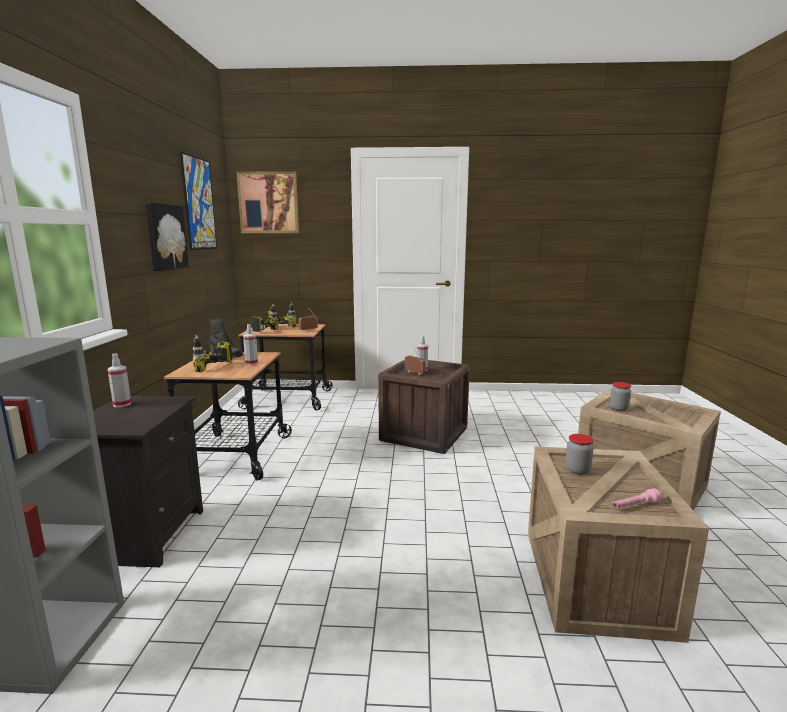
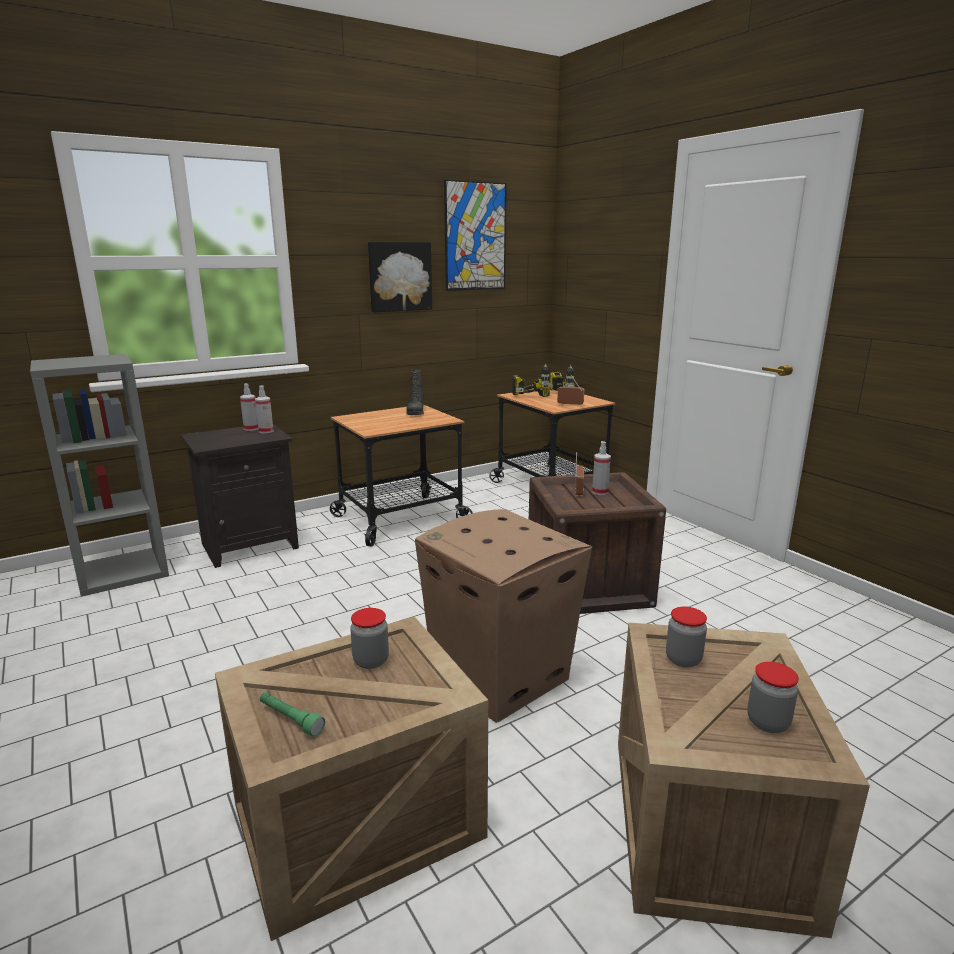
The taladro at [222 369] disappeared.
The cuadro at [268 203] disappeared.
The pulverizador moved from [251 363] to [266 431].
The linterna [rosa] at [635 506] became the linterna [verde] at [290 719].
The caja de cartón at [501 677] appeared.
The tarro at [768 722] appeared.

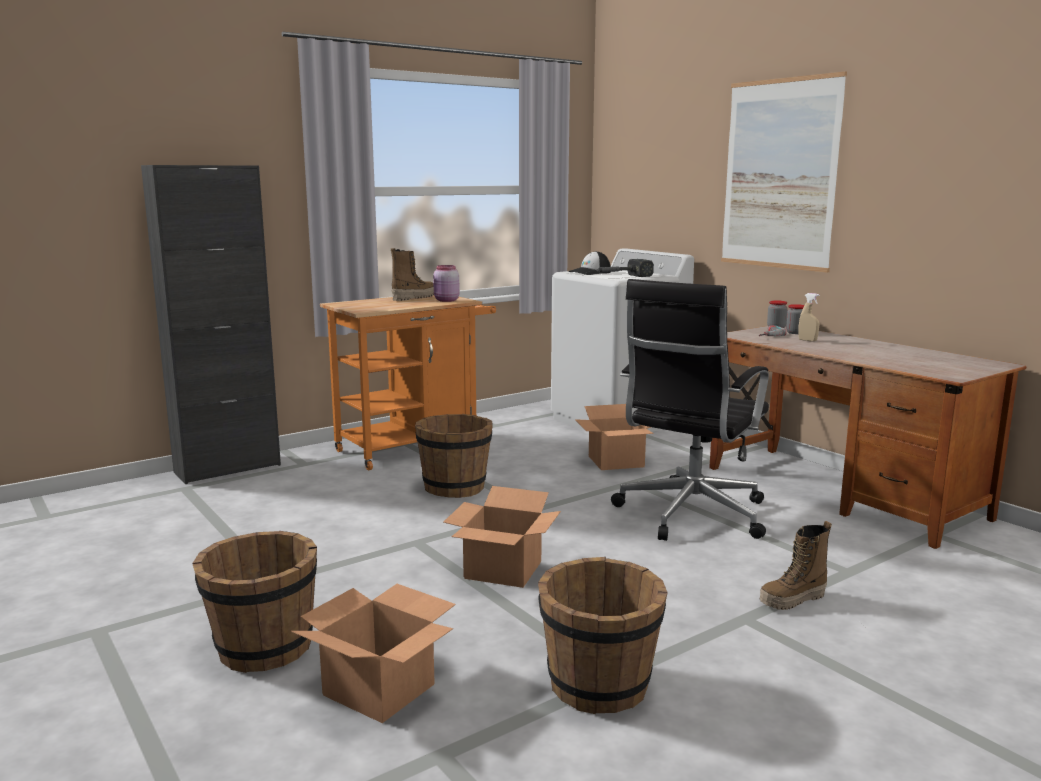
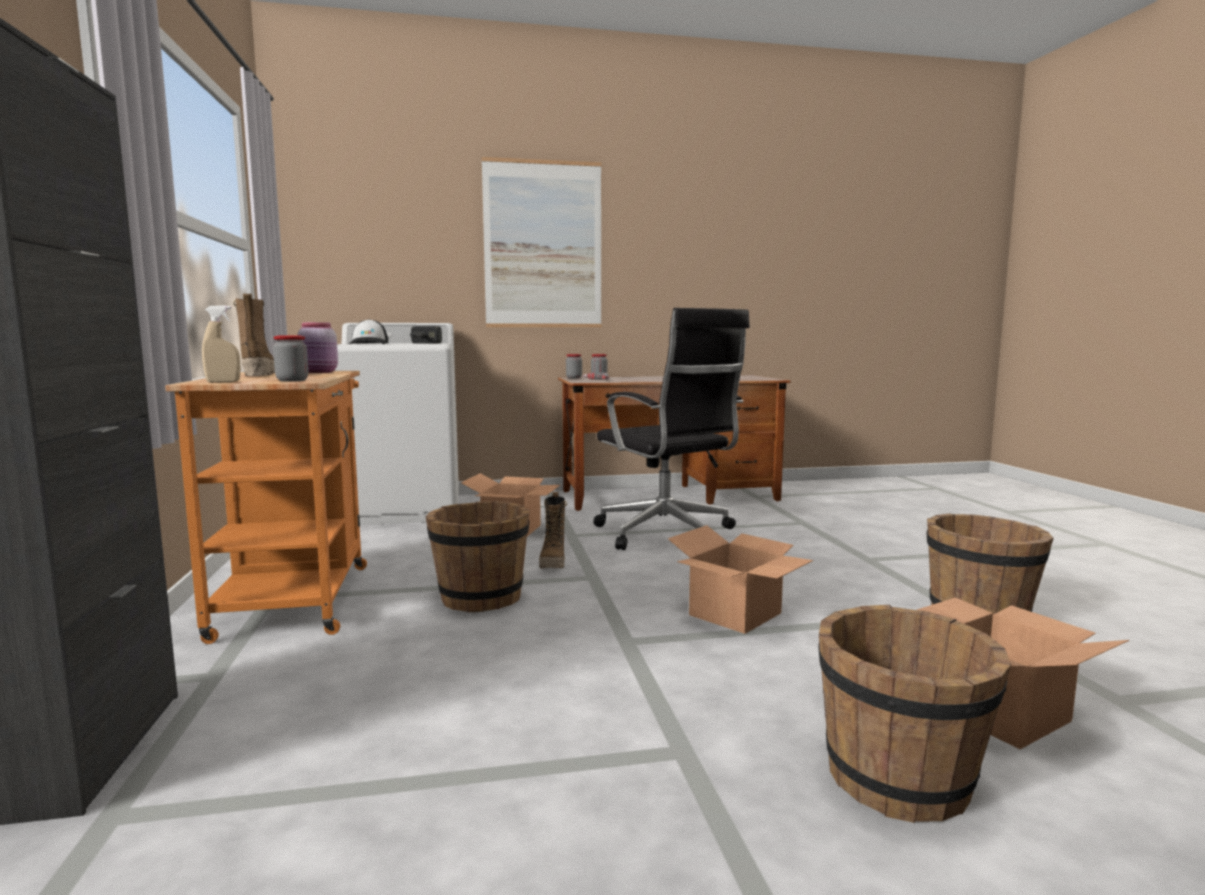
The bota moved from [792 600] to [553 562].
The pulverizador [beis] moved from [807 340] to [223 382].
The tarro at [292 380] appeared.

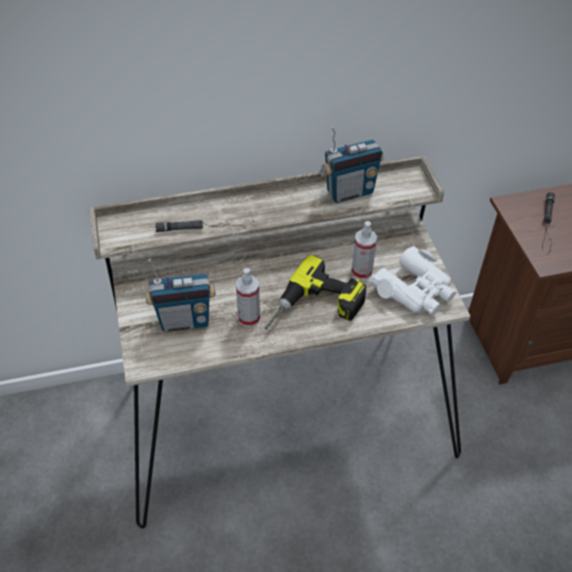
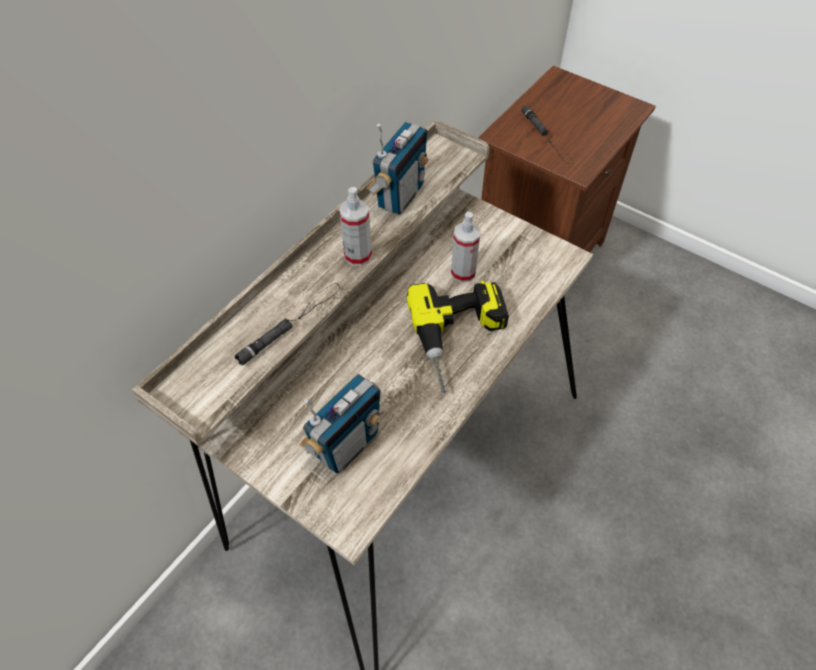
The pulverizador moved from [249 318] to [358 256].
The prismáticos [blanco] at [415 290] disappeared.

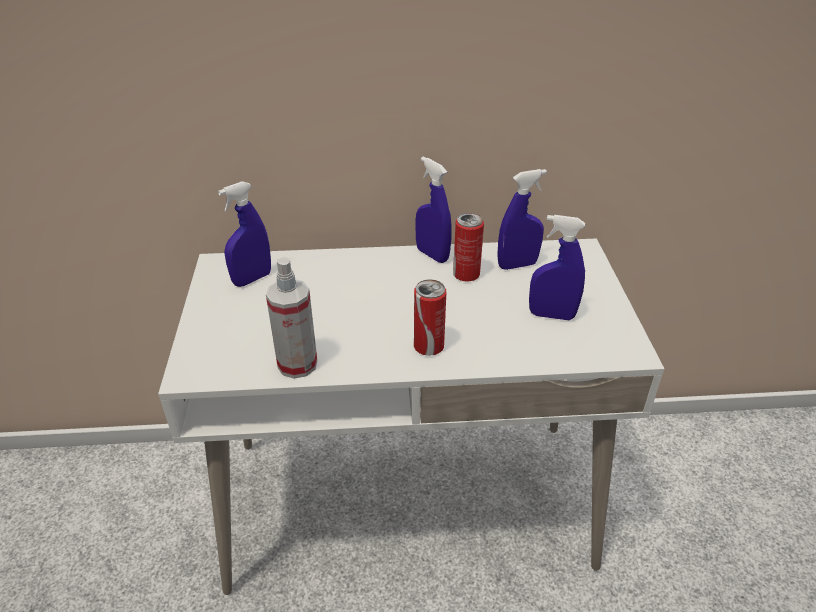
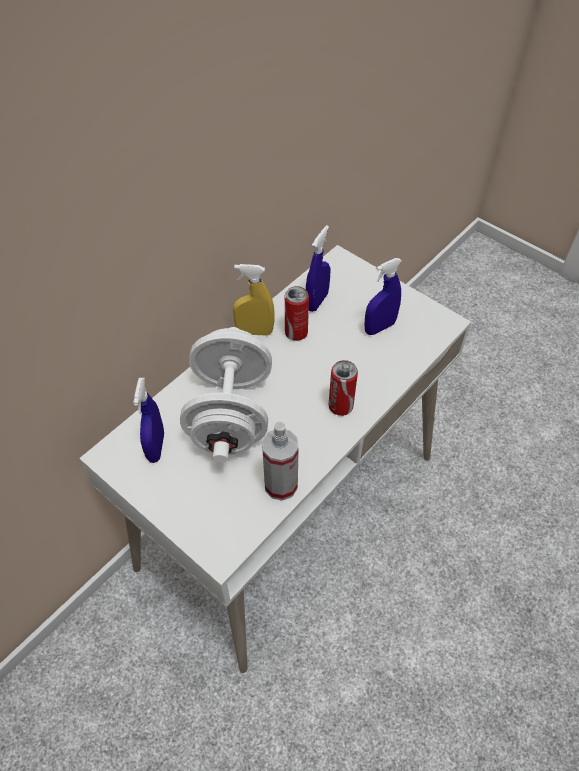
The pulverizador [azul] at [432 255] became the pulverizador [amarillo] at [254 331].
The mancuerna [blanco] at [230 414] appeared.

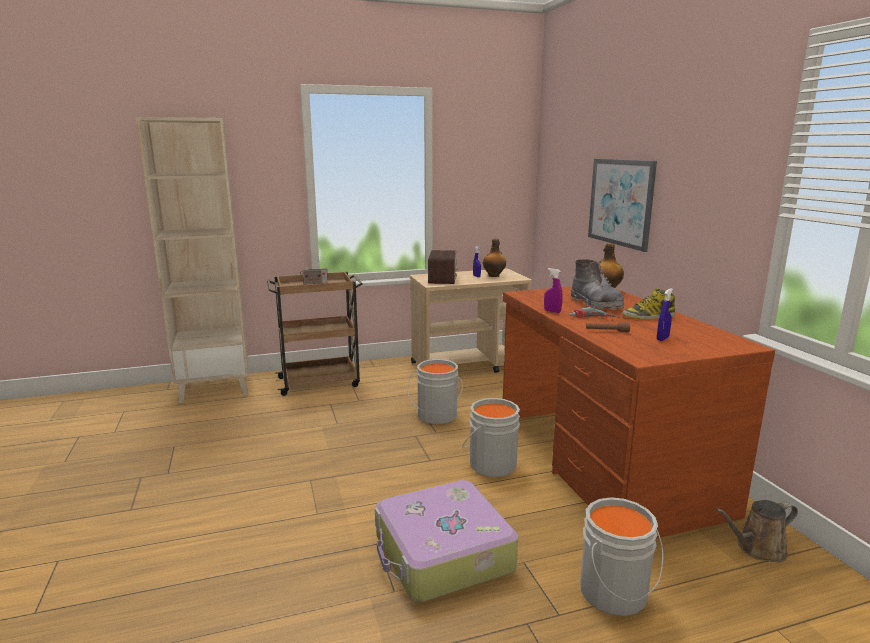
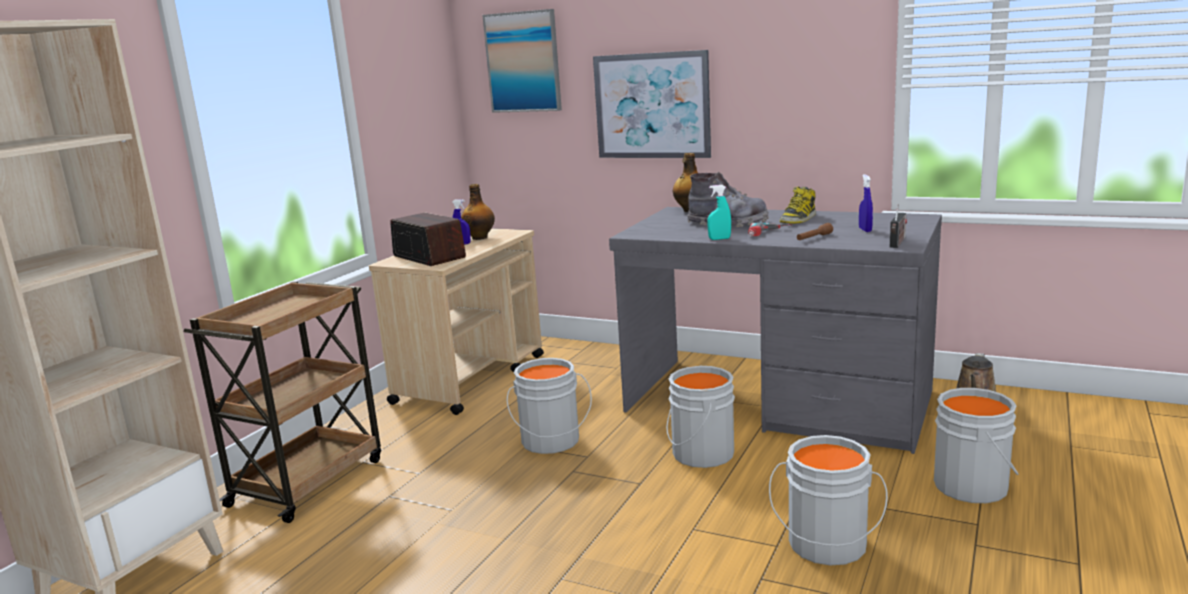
The radio moved from [314 283] to [897 243].
The maleta at [442 554] was replaced by the cubo [gris] at [826 546].
The escritorio [marrón] at [603 462] became the escritorio [gris] at [778 402].
The pulverizador [morado] at [552 311] became the pulverizador [turquesa] at [719 239].
The cuadro at [523 62] appeared.

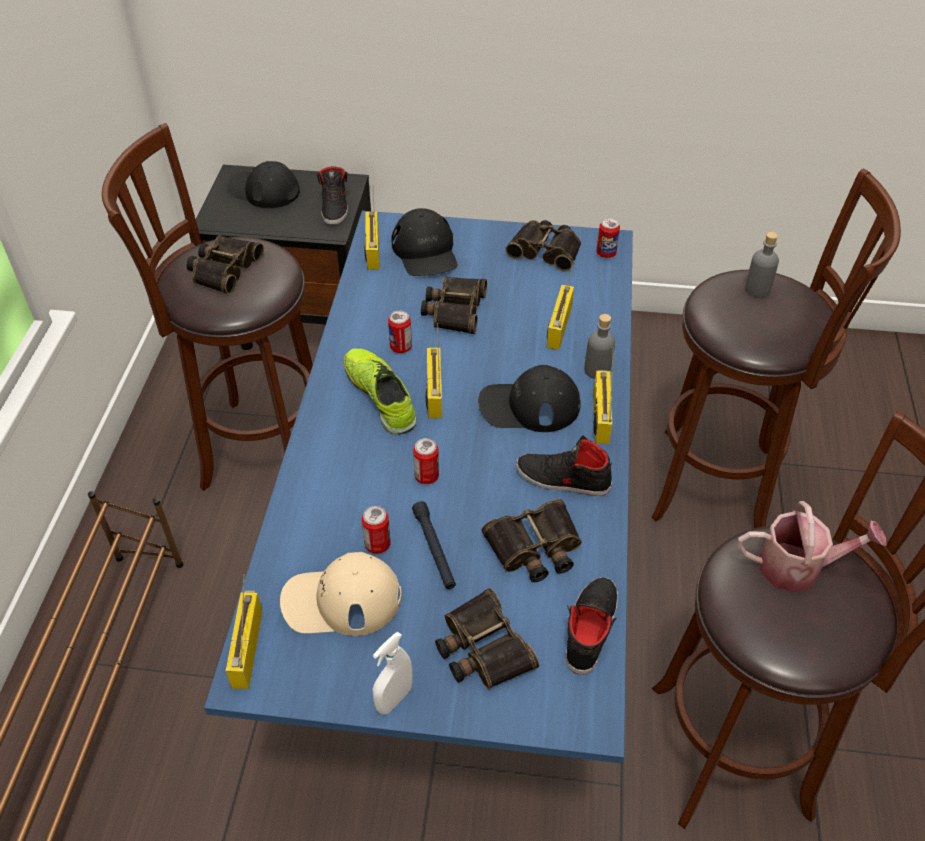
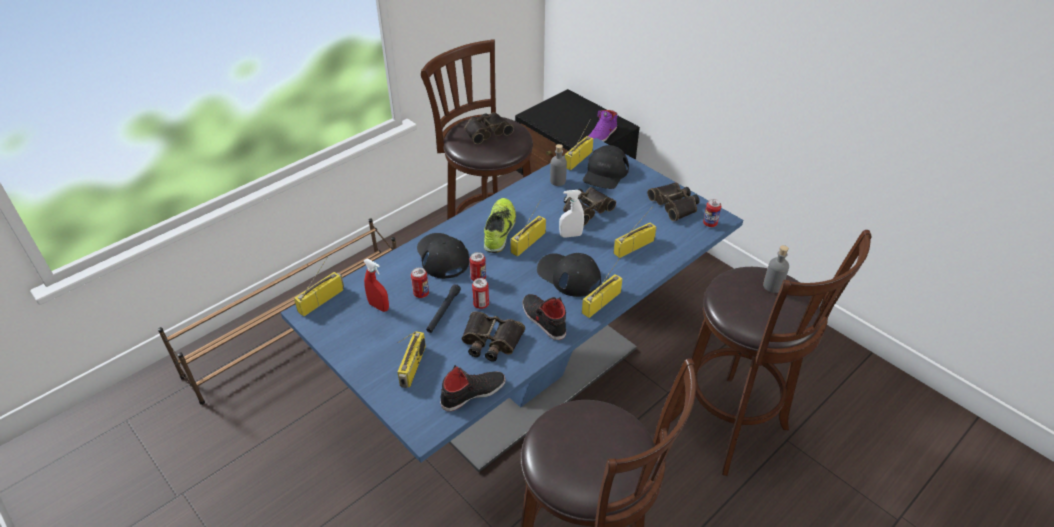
The gorra [negro] moved from [263 190] to [442 257].
The gorra [beis] at [341 600] was replaced by the pulverizador [rojo] at [379 306].
The zapato [negro] at [335 207] became the zapato [morado] at [602 135].
The pulverizador [blanco] moved from [394 699] to [570 235].
The lata moved from [401 347] to [481 304].
The prismáticos at [482 648] was replaced by the radio at [413 367].
The botella [gris] moved from [597 370] to [558 181].
The regadera at [798 567] disappeared.

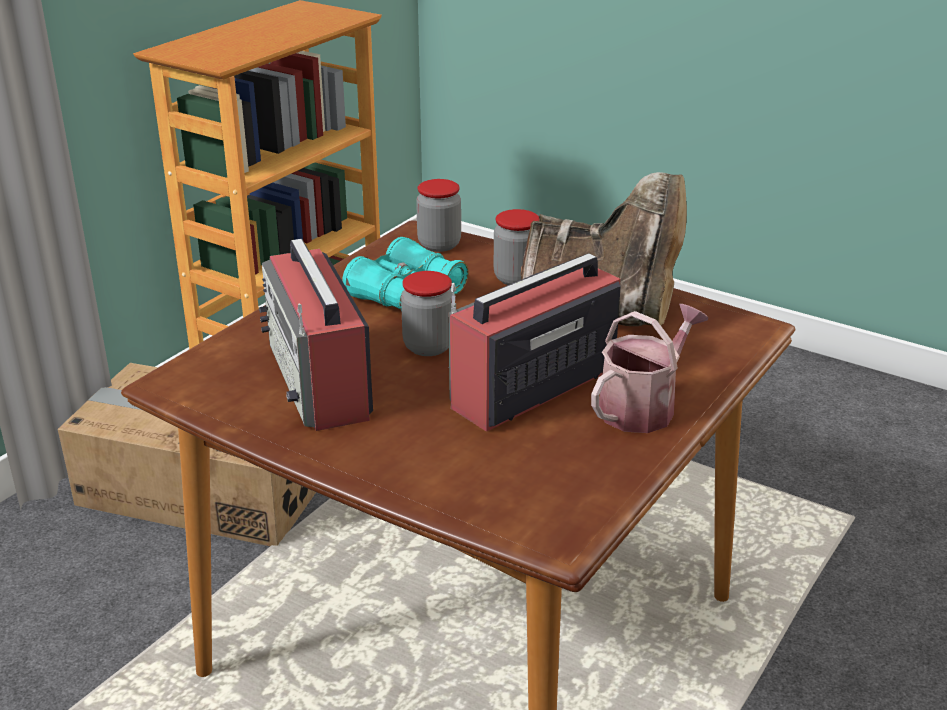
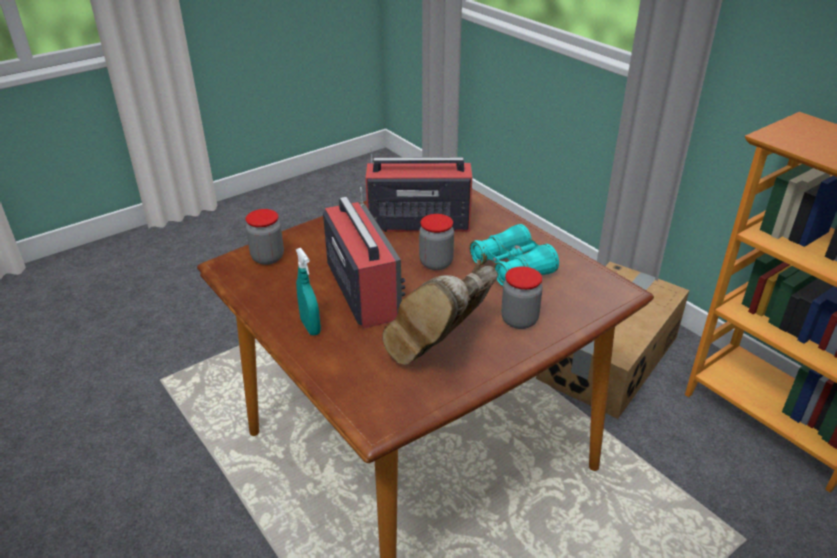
The tarro moved from [439 244] to [268 257].
The regadera at [643 407] was replaced by the pulverizador [turquesa] at [310 327].

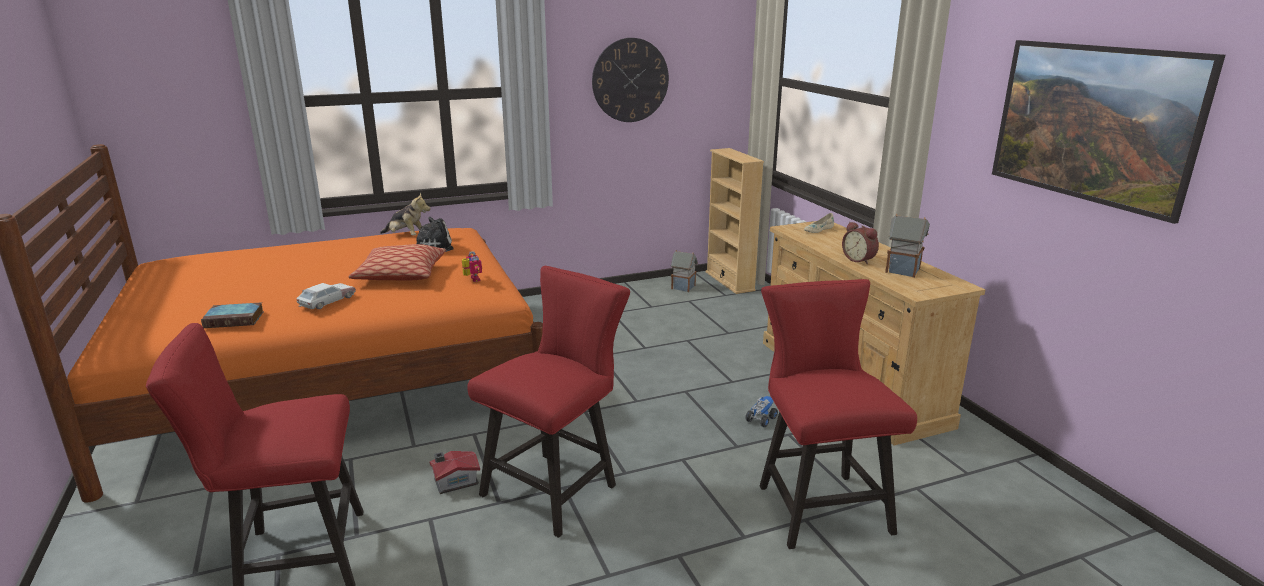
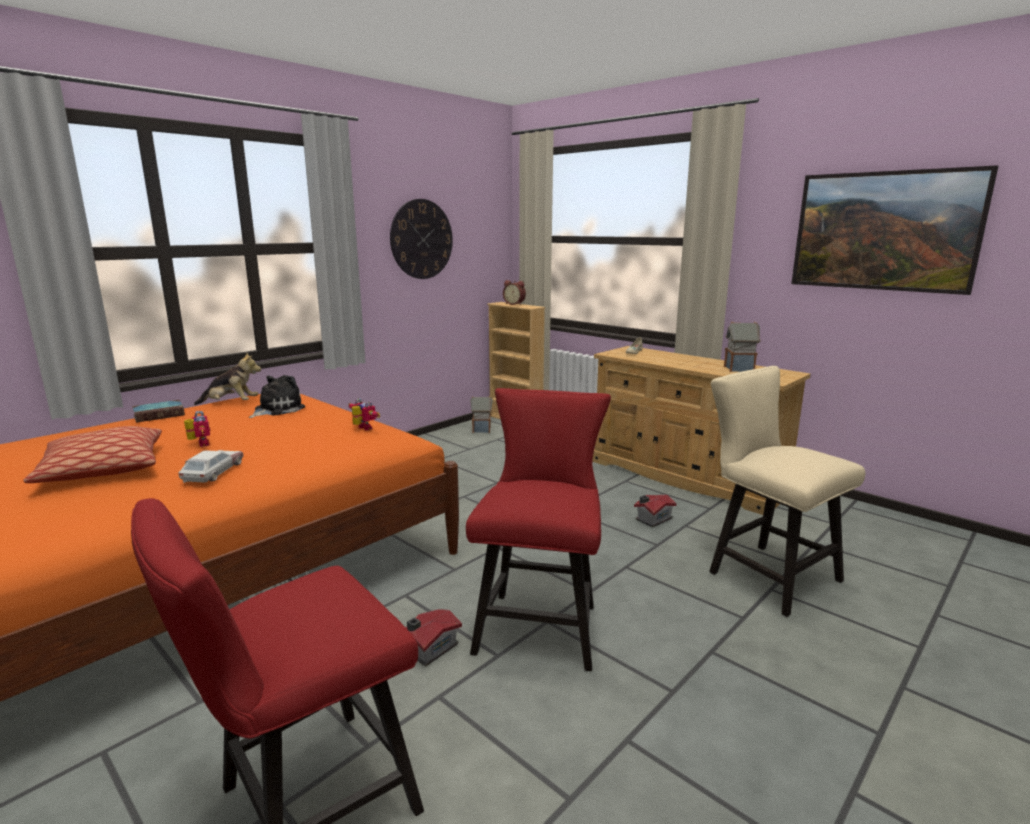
The libro moved from [235 319] to [160 414].
The cojín moved from [400 275] to [103 469].
The camión de juguete at [761 419] was replaced by the casita at [652 519].
The silla [rojo] at [818 503] became the silla [beis] at [765 573].
The despertador moved from [859 260] to [515 304].
The robot de juguete at [200 444] appeared.

